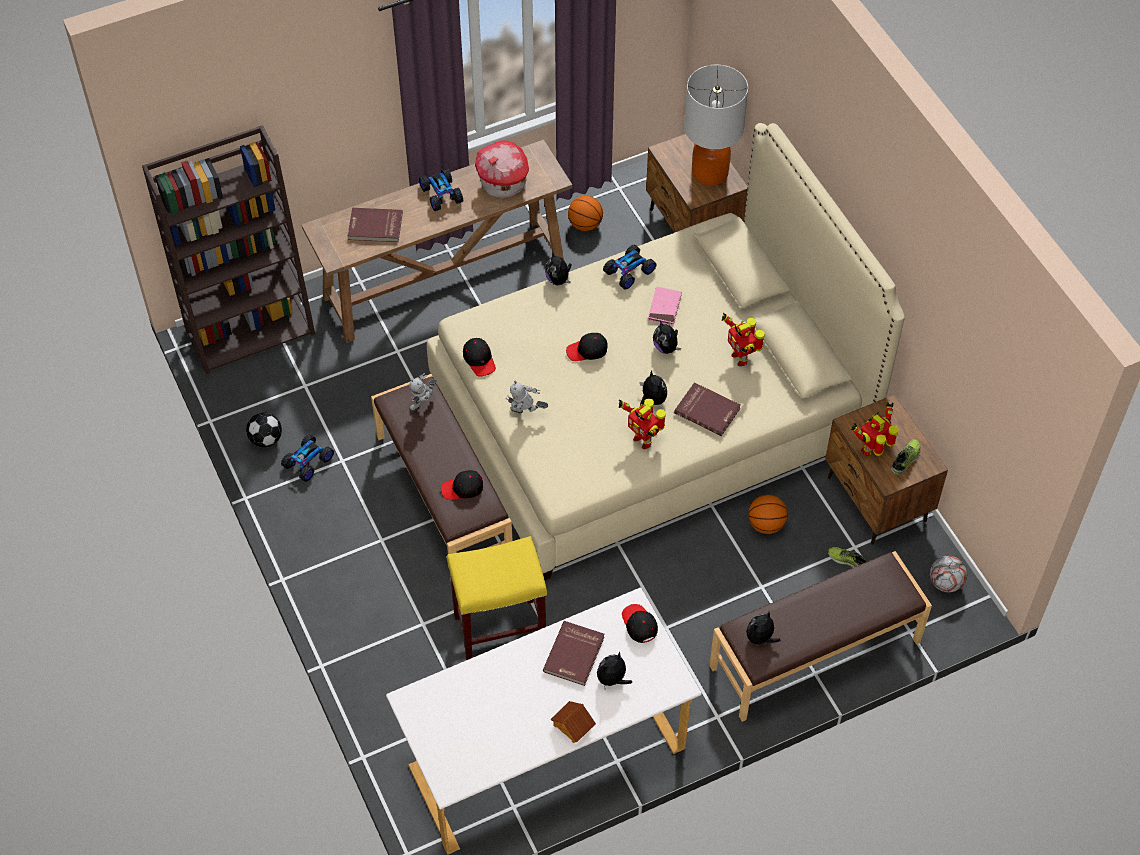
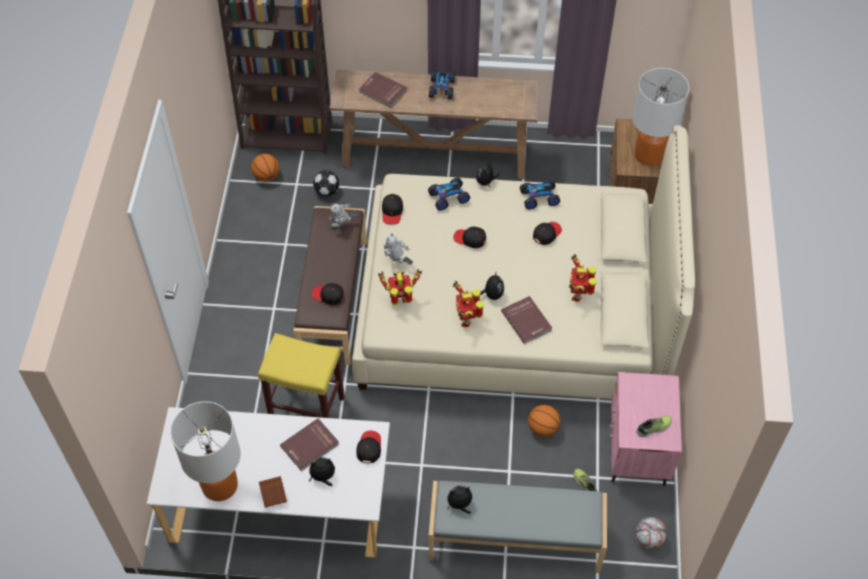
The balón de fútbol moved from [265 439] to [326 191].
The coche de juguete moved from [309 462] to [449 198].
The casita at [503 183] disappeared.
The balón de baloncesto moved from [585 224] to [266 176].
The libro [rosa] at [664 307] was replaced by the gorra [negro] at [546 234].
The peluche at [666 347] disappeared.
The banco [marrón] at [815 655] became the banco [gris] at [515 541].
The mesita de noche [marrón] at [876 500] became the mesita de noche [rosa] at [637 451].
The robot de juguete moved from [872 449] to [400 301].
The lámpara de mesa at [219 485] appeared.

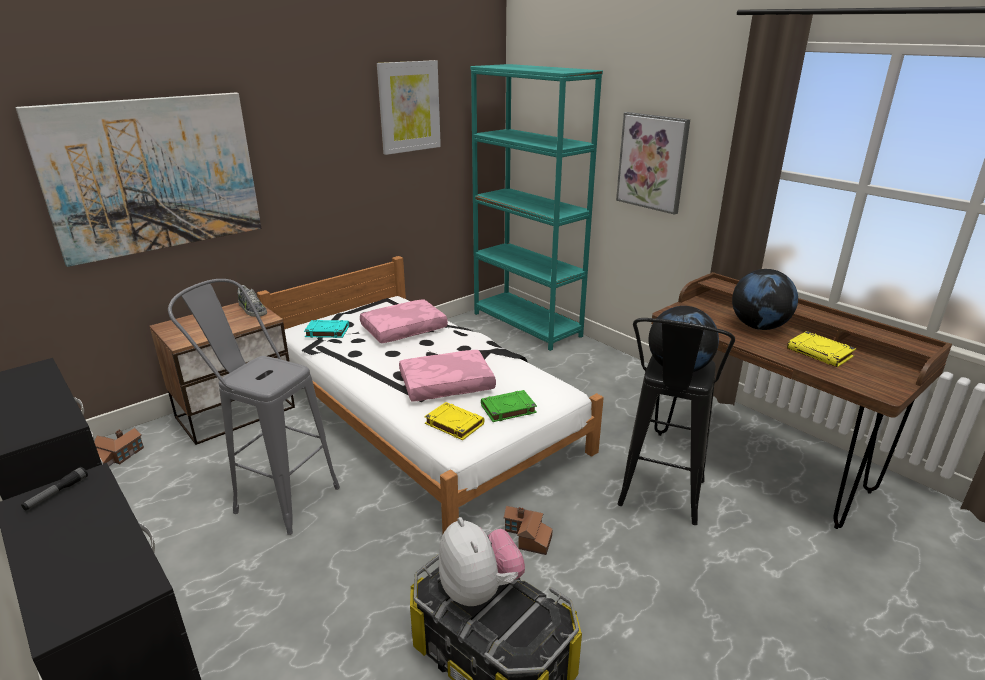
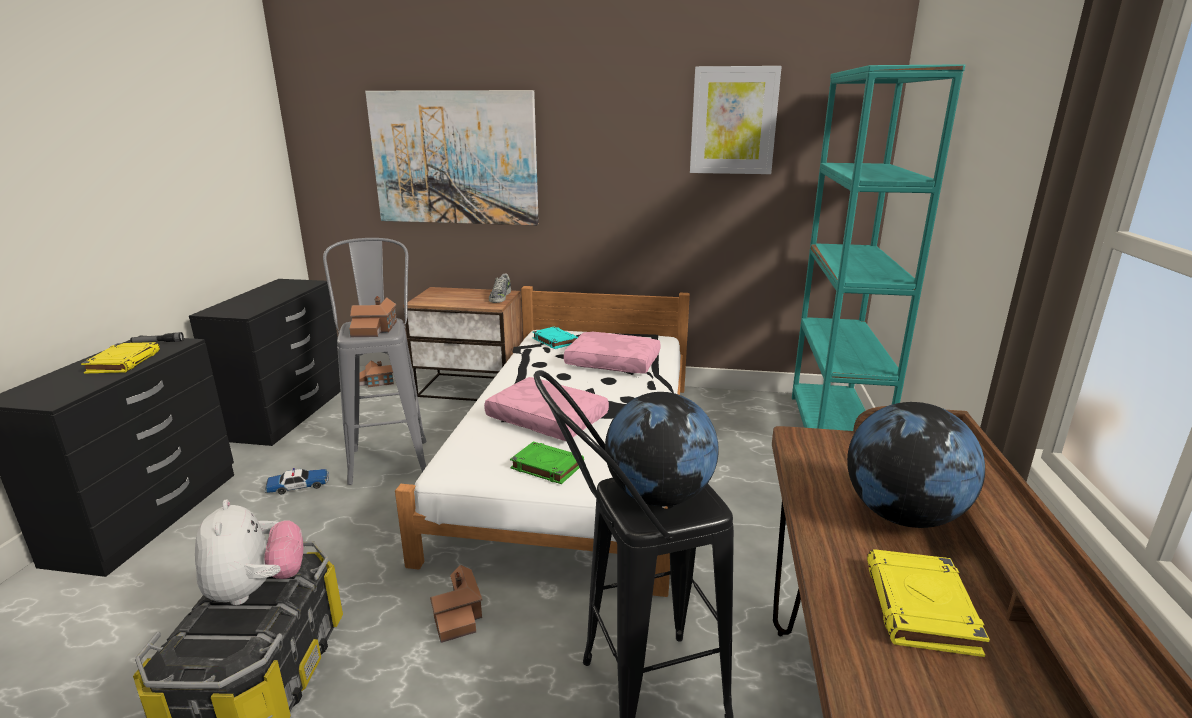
The libro [amarillo] moved from [453 424] to [124 362].
The peluche at [479 590] turned 45 degrees counterclockwise.
The cuadro at [652 162] disappeared.
The coche de juguete at [298 486] appeared.
The casita at [375 329] appeared.

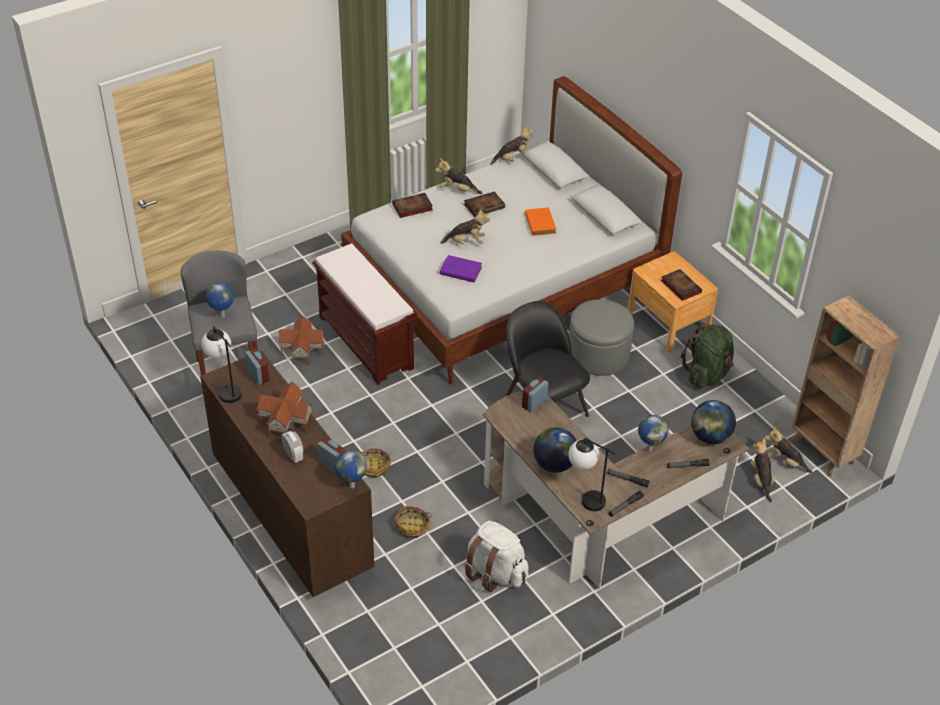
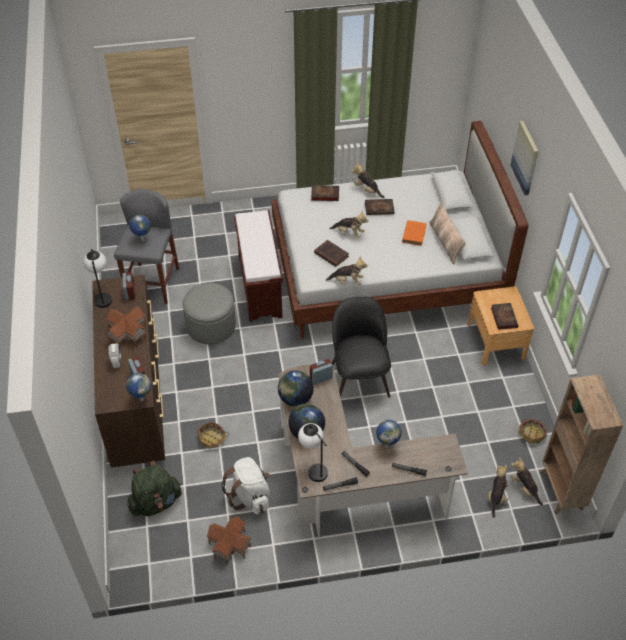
The casita moved from [301 350] to [229 545].
The cesta moved from [373 466] to [531 434].
The libro [morado] at [459 271] became the libro [marrón] at [330 254].
The peluche moved from [513 160] to [347 281].
The puf [gris] moved from [598 354] to [211 325].
The mochila [verde] moved from [707 374] to [156 502].
The globo terráqueo moved from [710 437] to [295 399].
The cojín at [446 242] appeared.
The cuadro at [525 158] appeared.

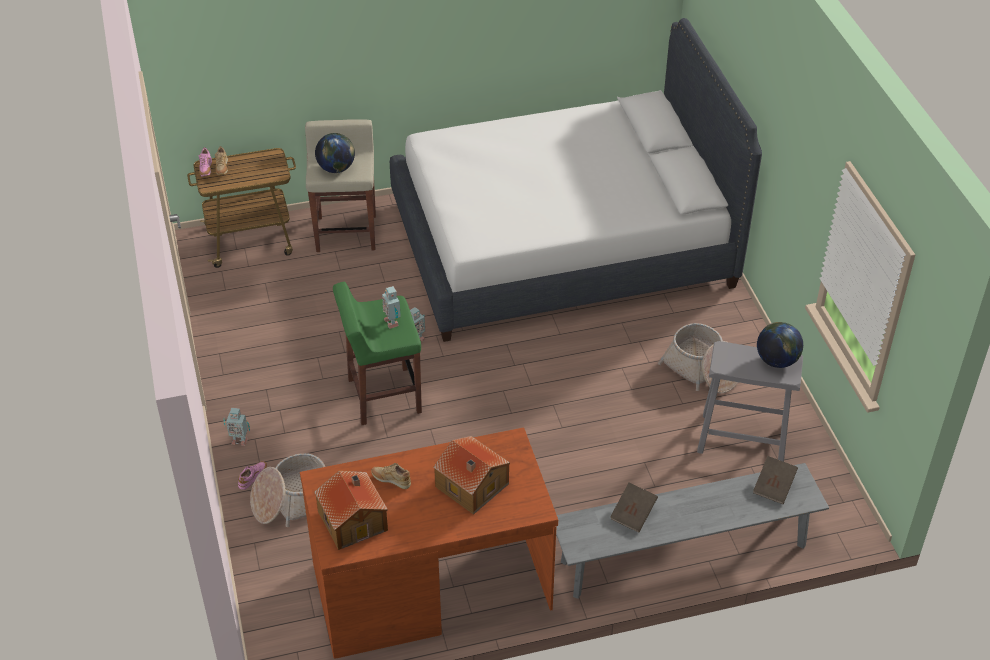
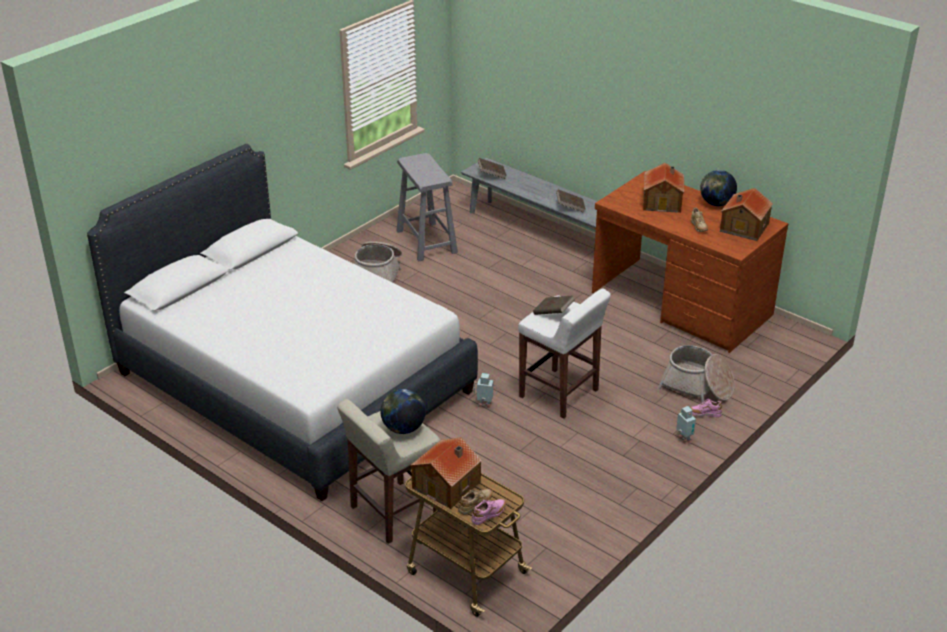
The taburete [verde] at [383 396] became the taburete [blanco] at [559 394].
The robot de juguete at [392 322] was replaced by the libro [marrón] at [553 313].
The globo terráqueo moved from [777 361] to [716 204].
The casita at [448 485] appeared.

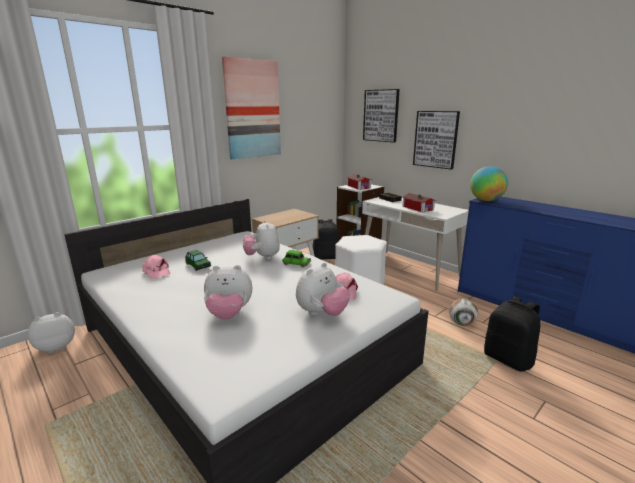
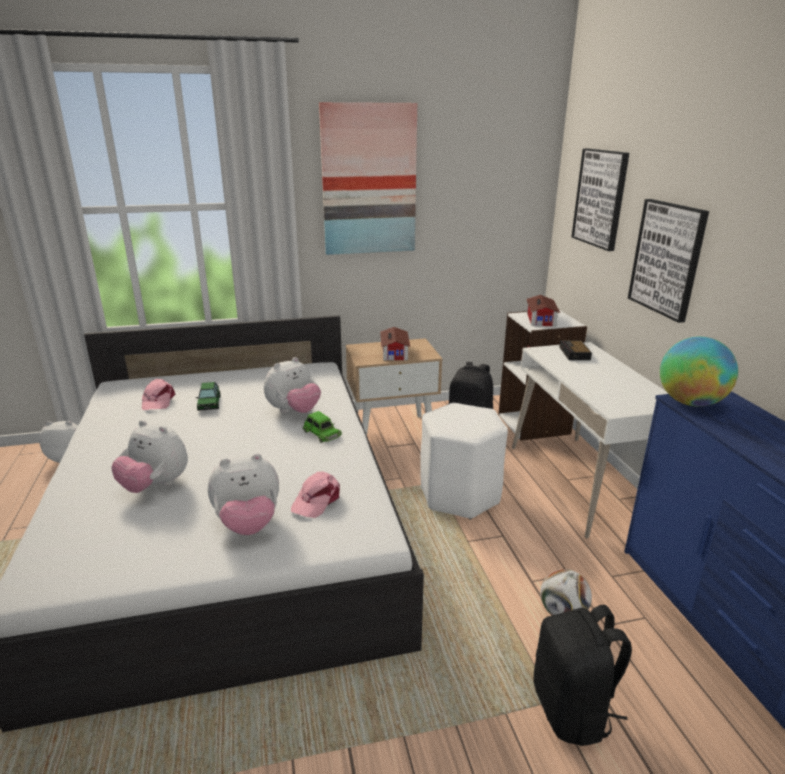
The peluche at [262 257] turned 150 degrees counterclockwise.
The casita moved from [417 208] to [395 352].

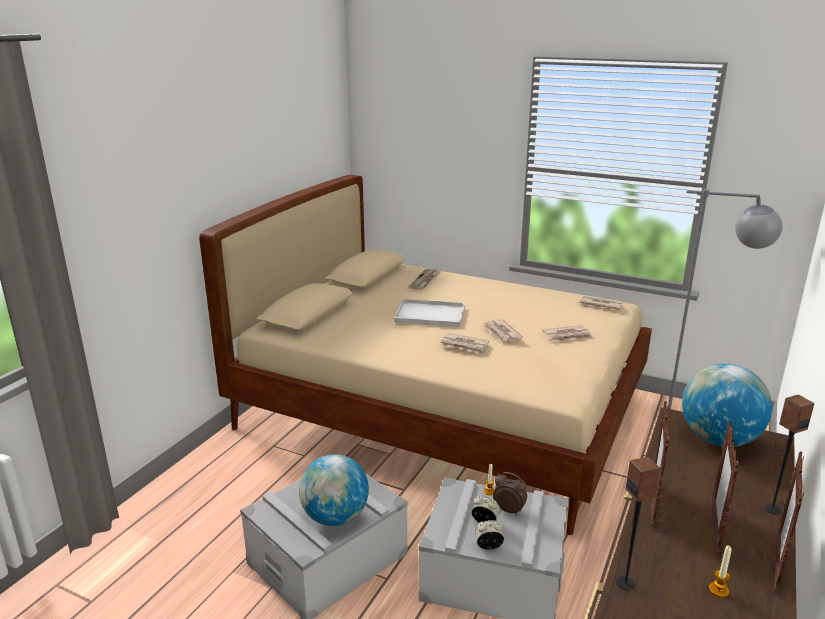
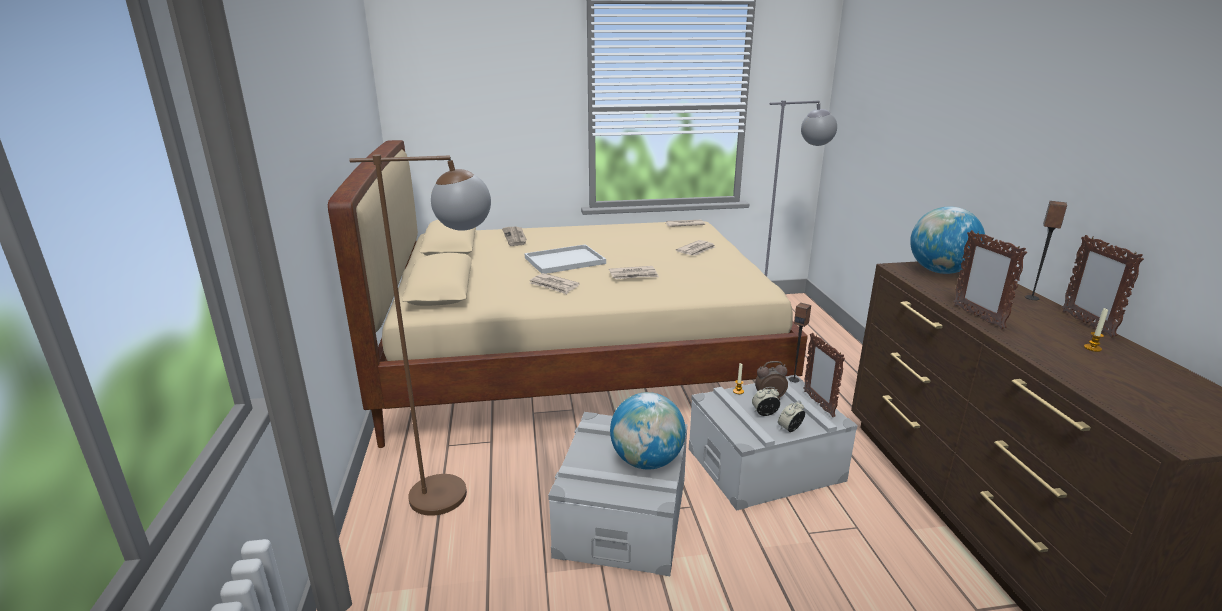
The periódico moved from [502 333] to [554 286].
The altavoz moved from [626 583] to [794 379].
The portarretratos moved from [715 528] to [818 404].
The lámpara de pie [marrón] at [459 493] appeared.

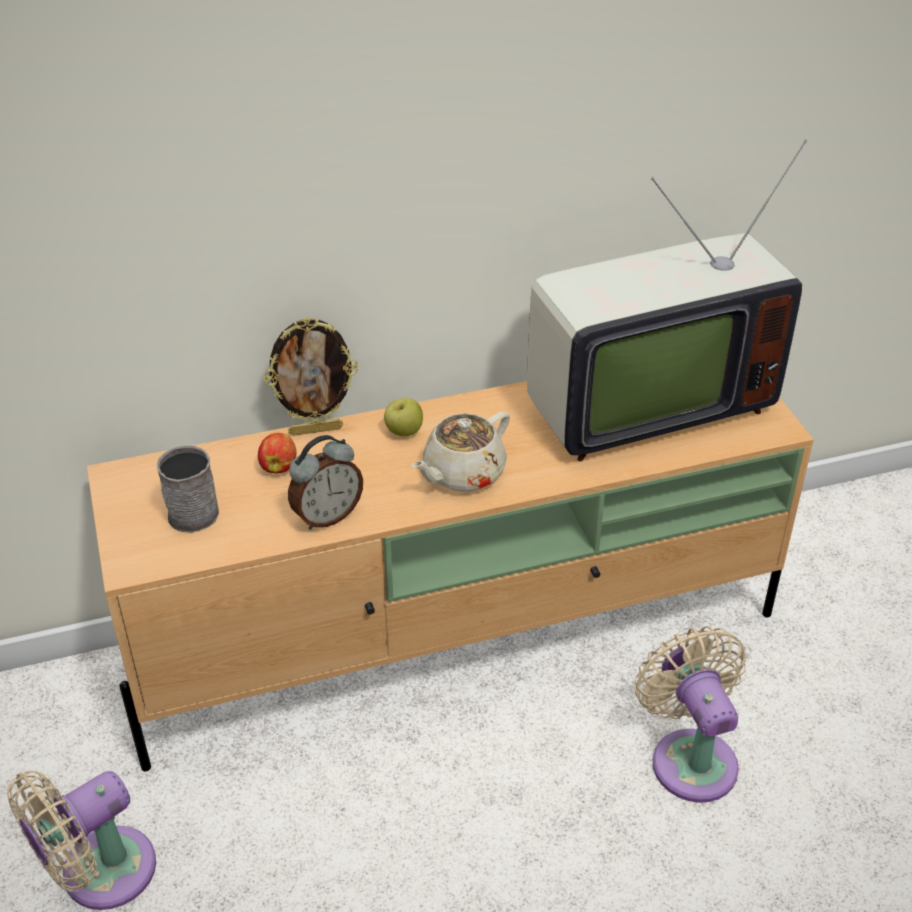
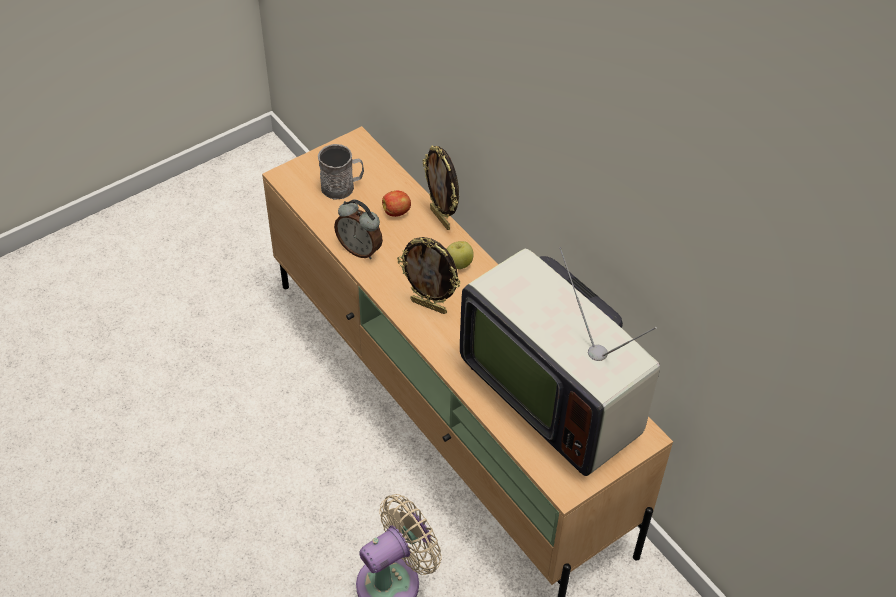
The ventilador [beis] at [99 874] disappeared.
The tetera [beis] at [462 473] was replaced by the portarretratos at [429 306].

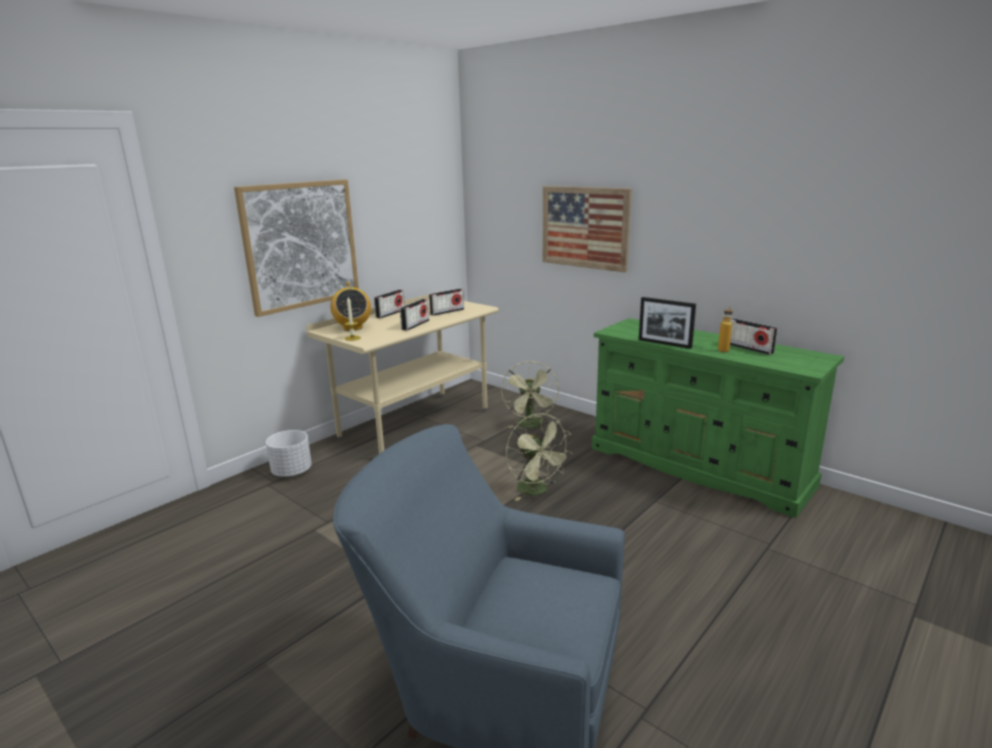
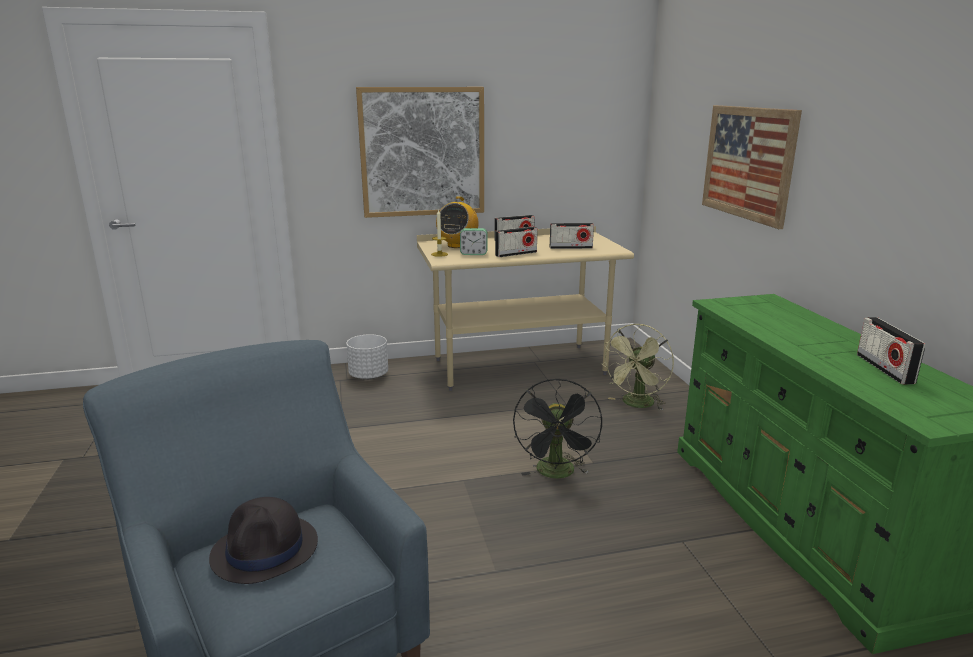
The ventilador [verde] at [537 491] became the ventilador [negro] at [557 474].
The portarretratos at [664 343] disappeared.
The botella at [723 349] disappeared.
The sombrero [negro] at [265 550] appeared.
The despertador at [473 253] appeared.

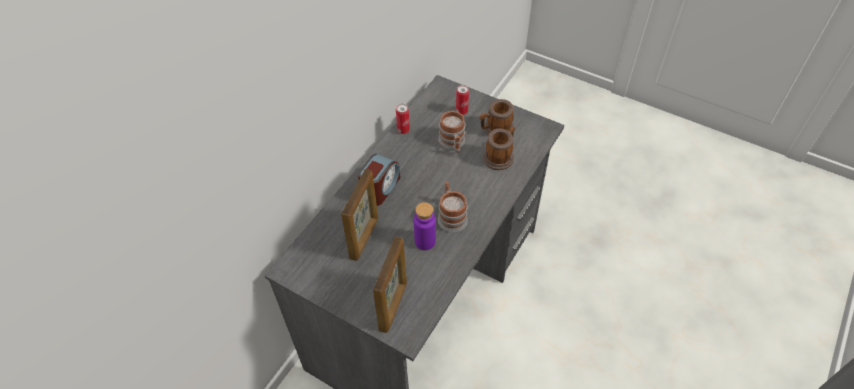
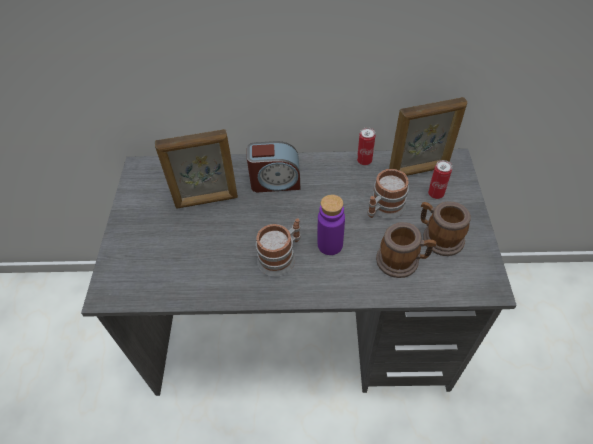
The portarretratos moved from [393 306] to [418 170].
The botella [morado] moved from [425 241] to [330 245].

